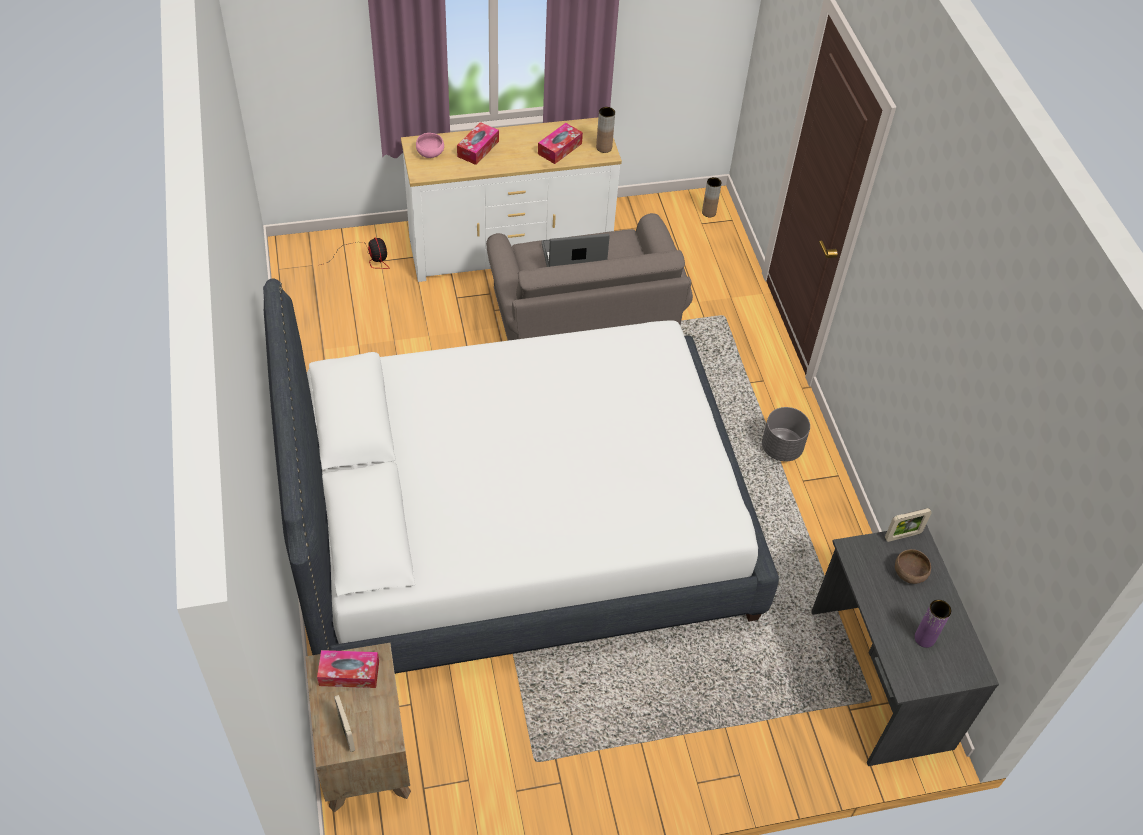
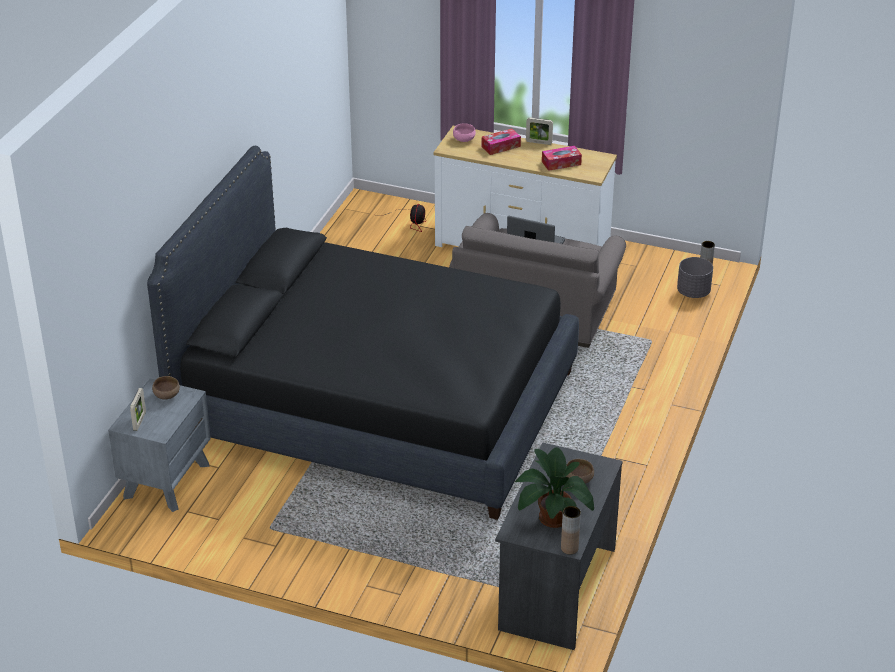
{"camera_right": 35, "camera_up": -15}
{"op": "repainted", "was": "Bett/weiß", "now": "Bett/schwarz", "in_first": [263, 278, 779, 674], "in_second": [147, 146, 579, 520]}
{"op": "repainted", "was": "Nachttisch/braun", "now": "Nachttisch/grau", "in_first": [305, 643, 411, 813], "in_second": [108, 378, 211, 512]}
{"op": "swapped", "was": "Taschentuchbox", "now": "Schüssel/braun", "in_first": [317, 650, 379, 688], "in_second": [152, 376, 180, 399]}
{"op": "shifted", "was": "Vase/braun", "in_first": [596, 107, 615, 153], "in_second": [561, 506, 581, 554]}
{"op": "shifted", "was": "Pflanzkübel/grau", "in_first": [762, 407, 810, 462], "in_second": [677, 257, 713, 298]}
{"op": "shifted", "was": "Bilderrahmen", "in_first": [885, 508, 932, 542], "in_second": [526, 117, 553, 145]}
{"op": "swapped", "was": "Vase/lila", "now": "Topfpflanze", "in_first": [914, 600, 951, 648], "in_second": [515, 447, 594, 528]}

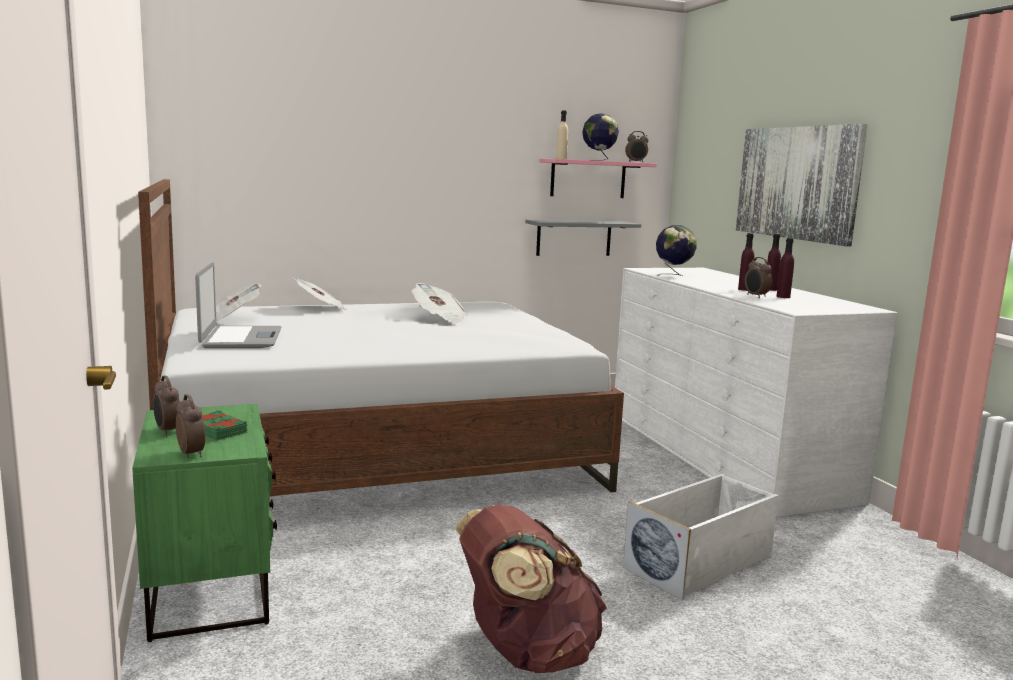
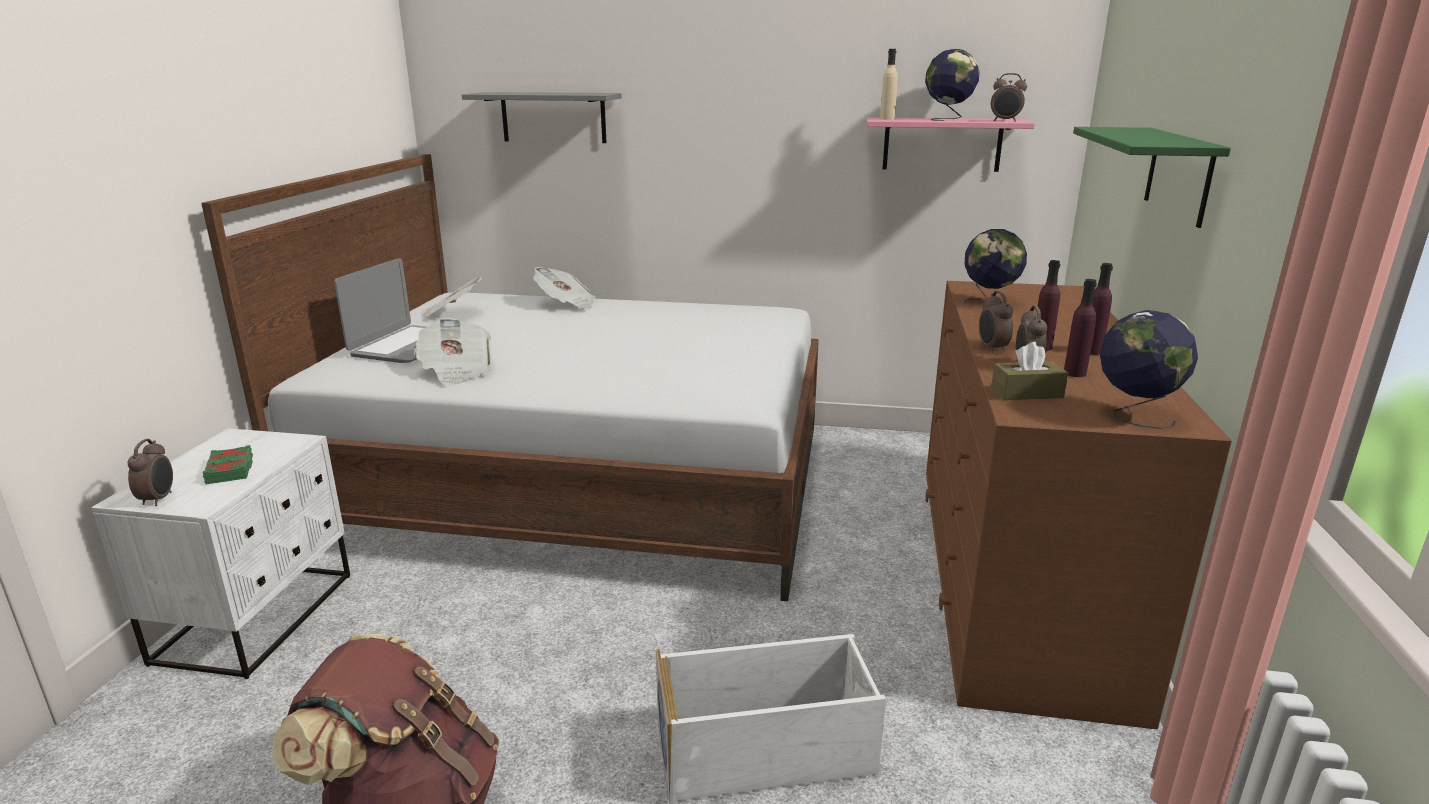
{"camera_right": 30, "camera_up": 10}
{"op": "repainted", "was": "Nachttisch/grün", "now": "Nachttisch/weiß", "in_first": [132, 404, 277, 642], "in_second": [91, 428, 350, 679]}
{"op": "shifted", "was": "Wecker", "in_first": [153, 375, 180, 436], "in_second": [979, 291, 1013, 353]}
{"op": "shifted", "was": "Zeitung", "in_first": [412, 283, 468, 323], "in_second": [414, 317, 492, 386]}
{"op": "shifted", "was": "Wandregal/grau", "in_first": [525, 220, 641, 256], "in_second": [462, 92, 622, 143]}
{"op": "repainted", "was": "Kommode/weiß", "now": "Kommode/braun", "in_first": [615, 268, 897, 517], "in_second": [925, 281, 1232, 729]}
{"op": "swapped", "was": "Bild", "now": "Wandregal/grün", "in_first": [736, 124, 868, 246], "in_second": [1073, 127, 1231, 228]}
{"op": "new", "now": "Taschentuchbox/braun", "in_second": [991, 342, 1068, 400]}
{"op": "new", "now": "Globus", "in_second": [1100, 310, 1198, 429]}

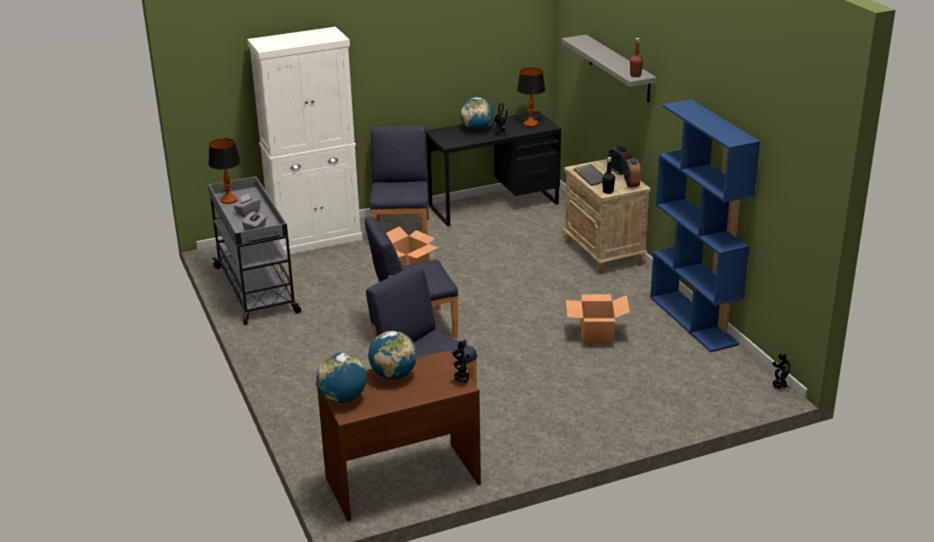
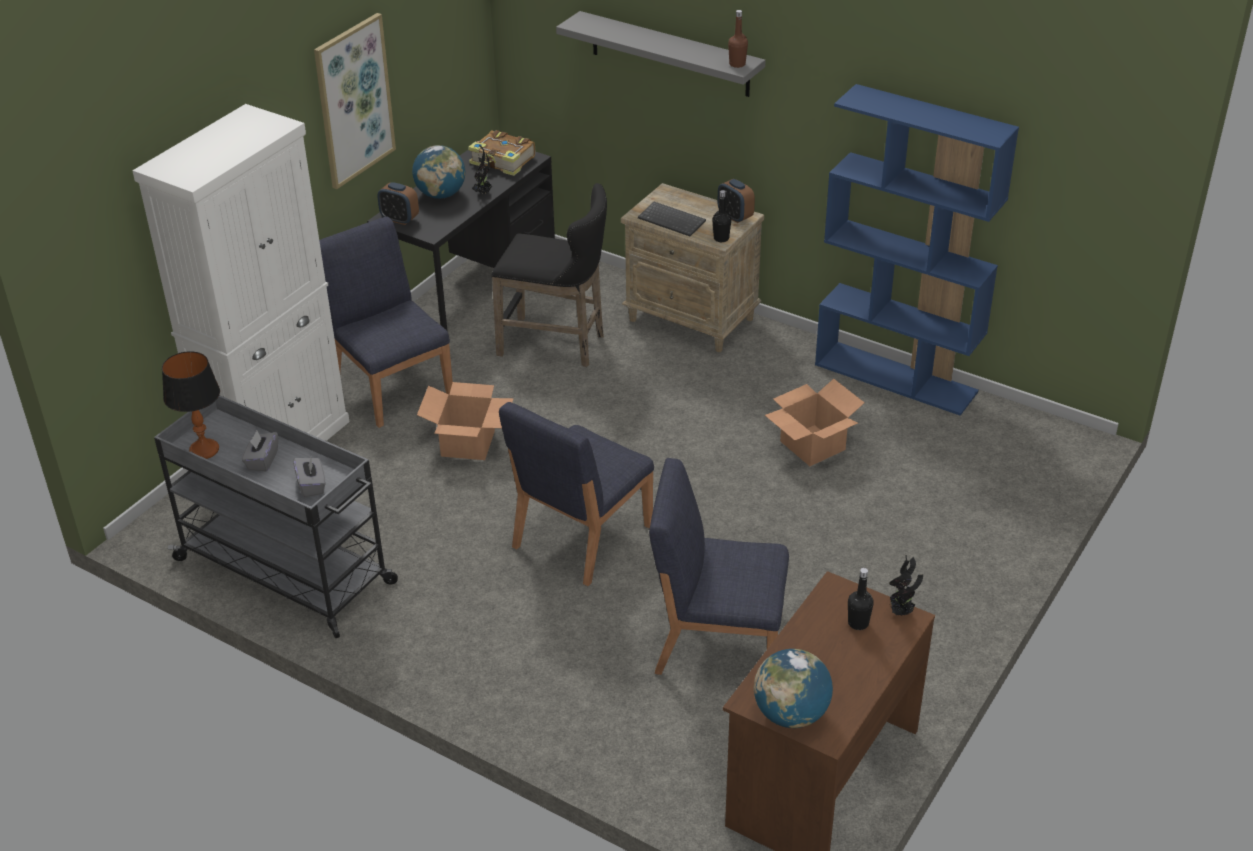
{"camera_right": -35, "camera_up": 10}
{"op": "gone", "was": "Globus", "in_first": [368, 331, 417, 379]}
{"op": "swapped", "was": "Tischlampe", "now": "Buch", "in_first": [517, 68, 546, 127], "in_second": [468, 130, 535, 176]}
{"op": "shifted", "was": "Wecker", "in_first": [608, 146, 632, 175], "in_second": [377, 182, 419, 225]}
{"op": "gone", "was": "Topfpflanze", "in_first": [772, 354, 791, 389]}
{"op": "new", "now": "Bild", "in_second": [314, 13, 396, 189]}
{"op": "new", "now": "Hocker/schwarz", "in_second": [491, 183, 607, 367]}
{"op": "new", "now": "Flasche/schwarz", "in_second": [848, 568, 874, 630]}

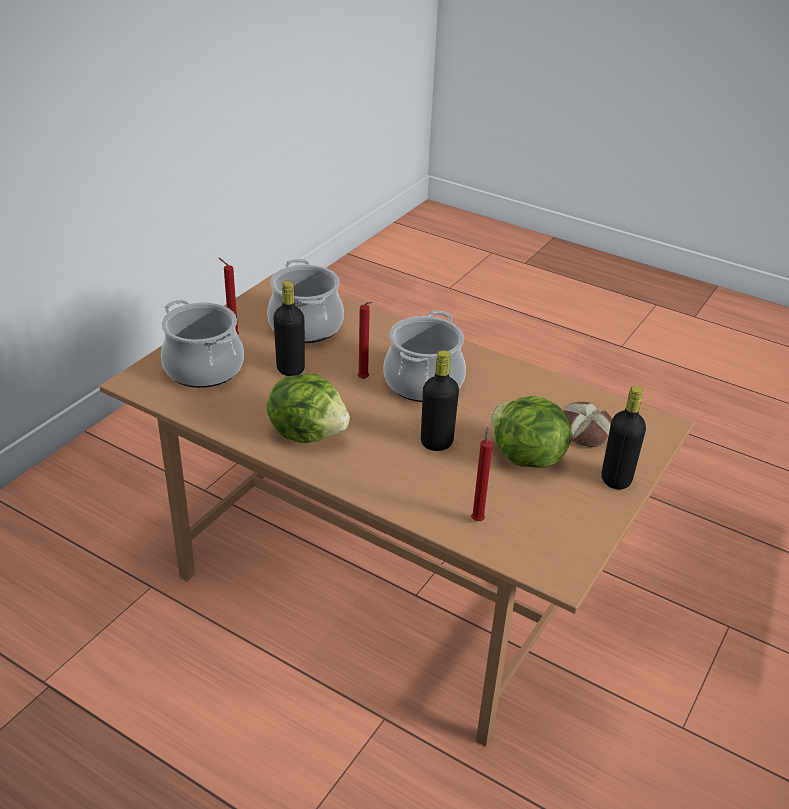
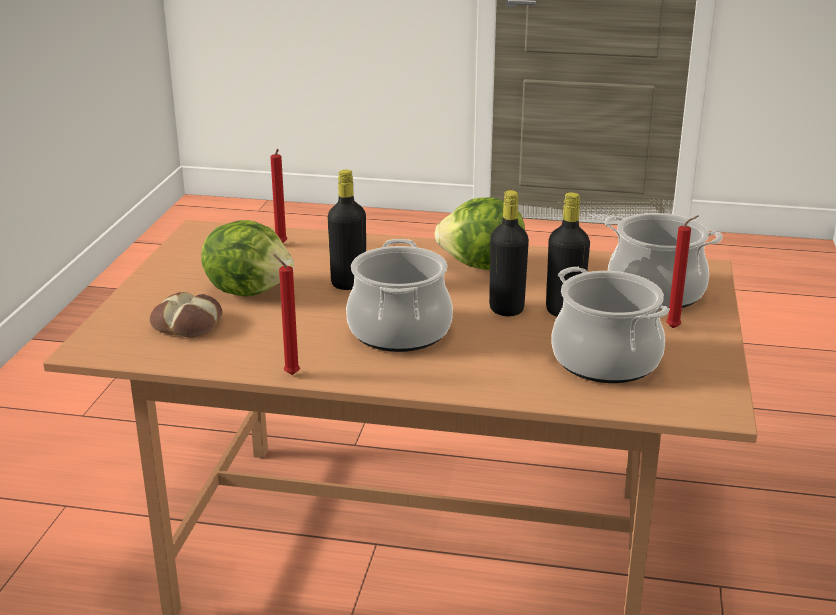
{"camera_right": 160, "camera_up": -10}
{"op": "shifted", "was": "Kerze/rot", "in_first": [358, 302, 372, 379], "in_second": [273, 253, 300, 375]}
{"op": "shifted", "was": "Flasche/schwarz", "in_first": [602, 386, 646, 490], "in_second": [489, 190, 529, 316]}

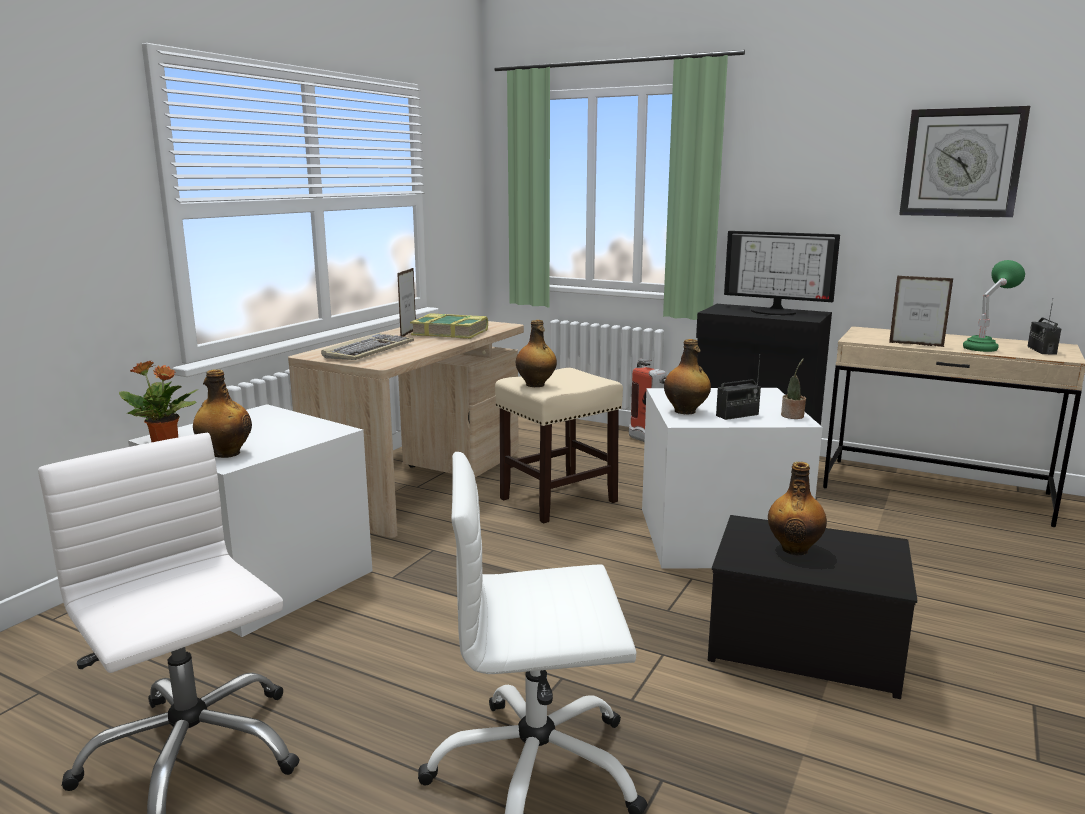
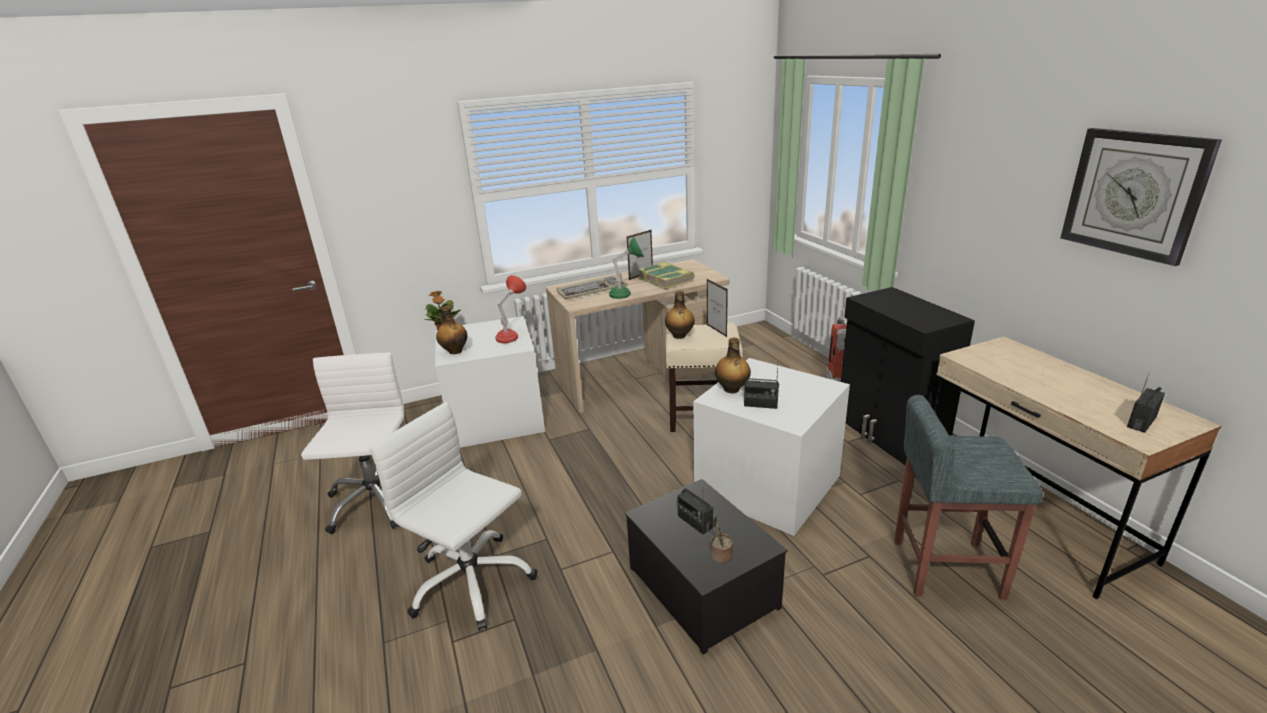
{"camera_right": 40, "camera_up": 10}
{"op": "gone", "was": "Monitor", "in_first": [724, 231, 840, 315]}
{"op": "swapped", "was": "Flasche", "now": "Radio", "in_first": [768, 462, 827, 556], "in_second": [677, 488, 713, 534]}
{"op": "shifted", "was": "Topfpflanze", "in_first": [781, 359, 806, 419], "in_second": [711, 516, 733, 563]}
{"op": "shifted", "was": "Bilderrahmen", "in_first": [889, 276, 954, 347], "in_second": [707, 279, 728, 337]}
{"op": "shifted", "was": "Tischlampe/grün", "in_first": [963, 260, 1025, 352], "in_second": [609, 237, 643, 299]}
{"op": "new", "now": "Tischlampe/rot", "in_second": [495, 275, 526, 343]}
{"op": "new", "now": "Hocker/grau", "in_second": [894, 395, 1043, 600]}

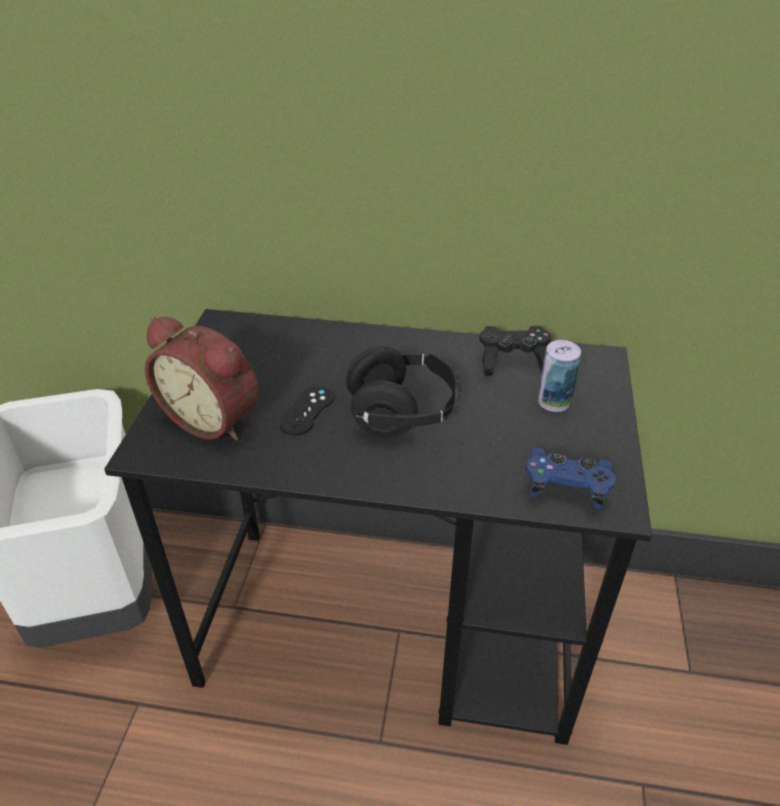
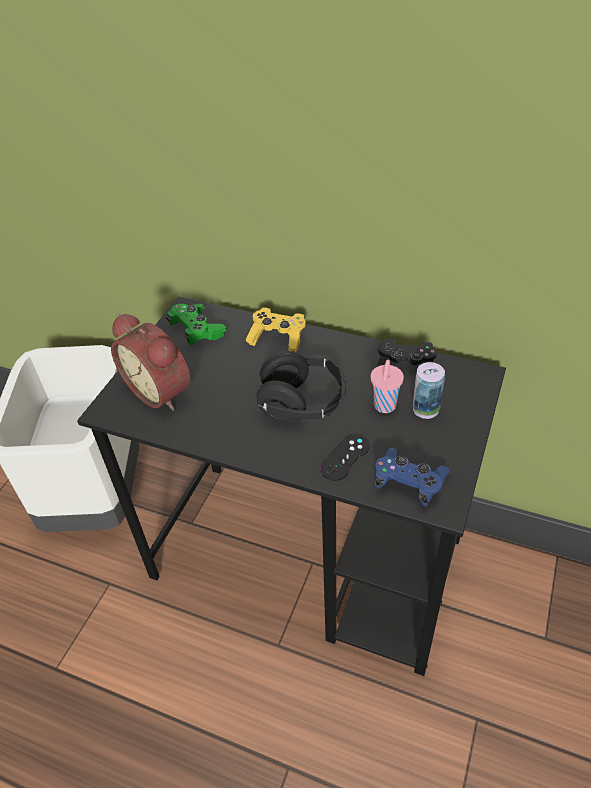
{"camera_right": 15, "camera_up": 5}
{"op": "shifted", "was": "Gamepad/schwarz", "in_first": [279, 386, 334, 436], "in_second": [320, 434, 370, 481]}
{"op": "new", "now": "Gamepad/grün", "in_second": [166, 304, 227, 345]}
{"op": "new", "now": "Gamepad/gelb", "in_second": [245, 308, 306, 352]}
{"op": "new", "now": "Tasse/rosa", "in_second": [371, 360, 404, 413]}

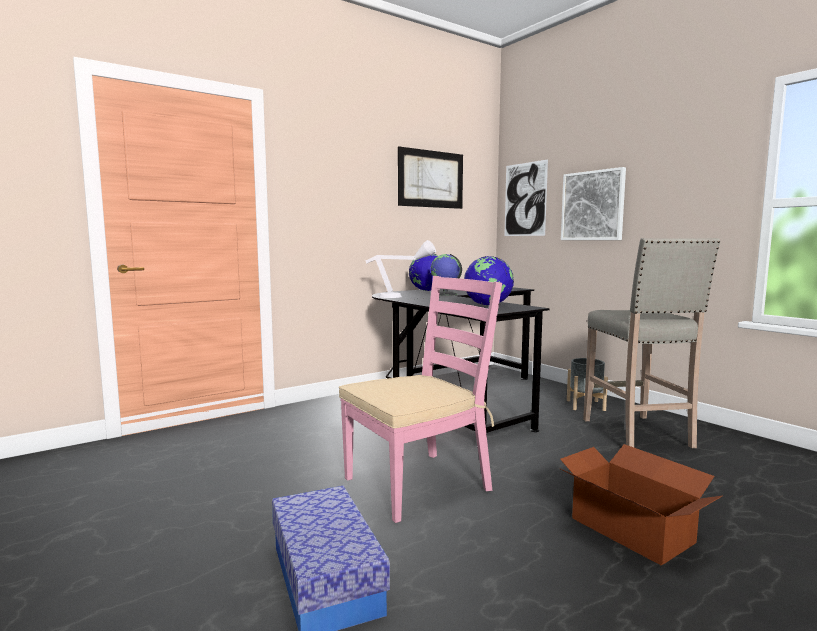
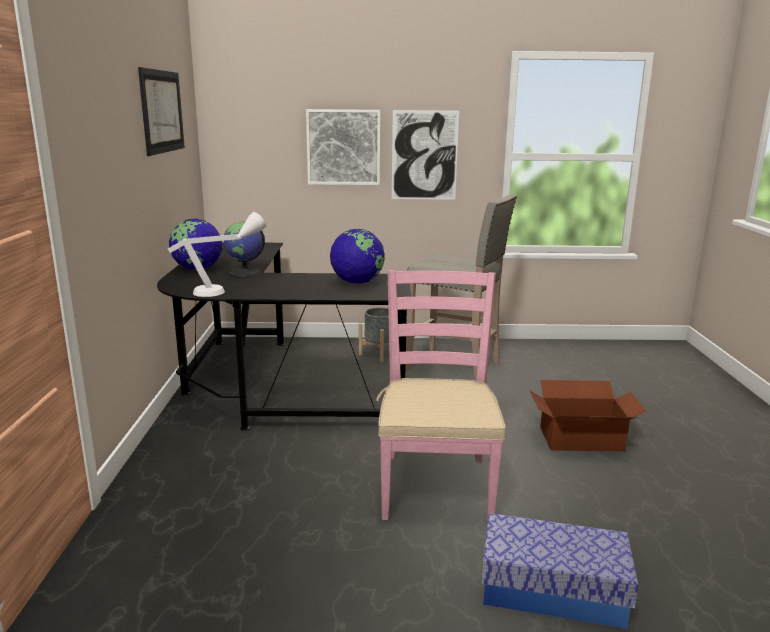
{"camera_right": -55, "camera_up": 10}
{"op": "shifted", "was": "Bild", "in_first": [504, 159, 548, 236], "in_second": [392, 110, 459, 200]}

